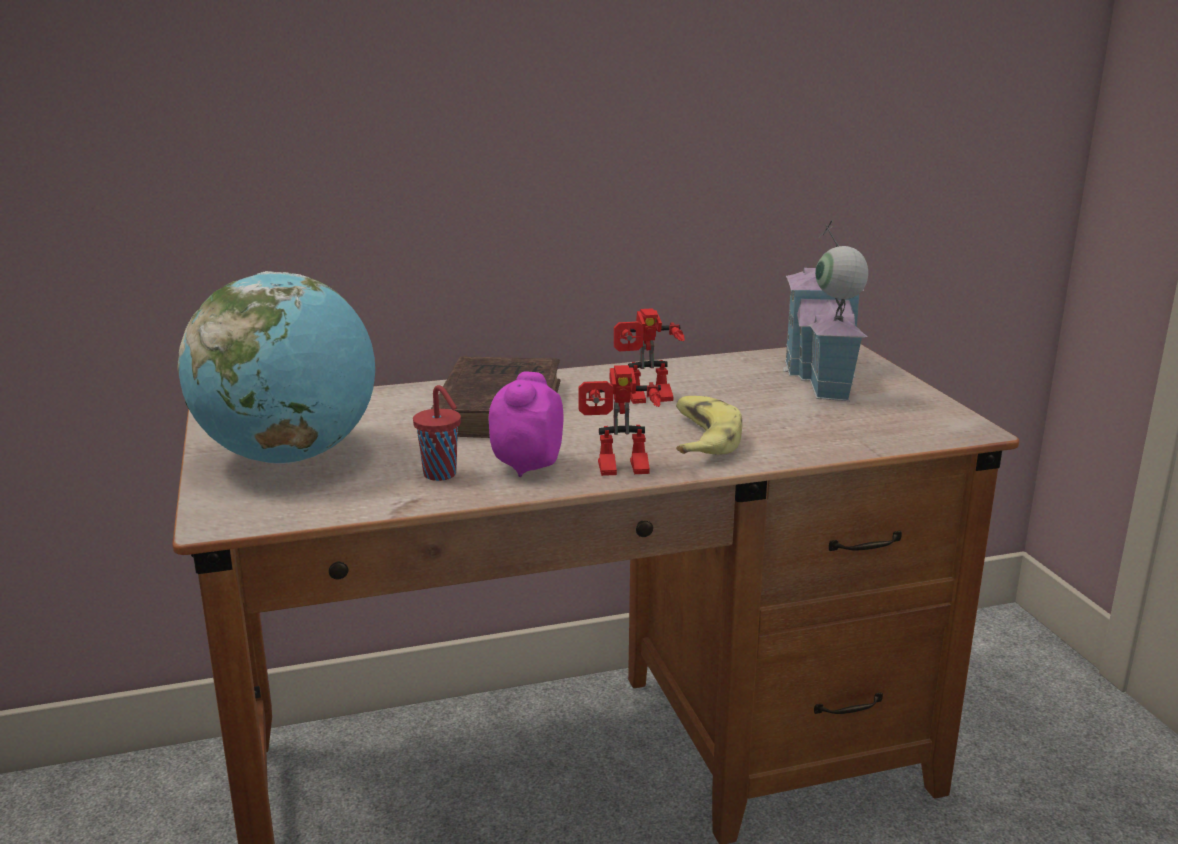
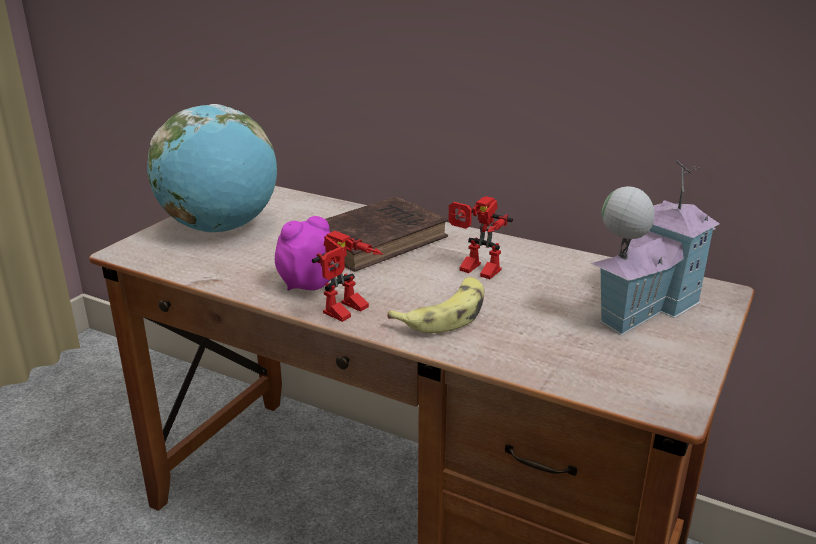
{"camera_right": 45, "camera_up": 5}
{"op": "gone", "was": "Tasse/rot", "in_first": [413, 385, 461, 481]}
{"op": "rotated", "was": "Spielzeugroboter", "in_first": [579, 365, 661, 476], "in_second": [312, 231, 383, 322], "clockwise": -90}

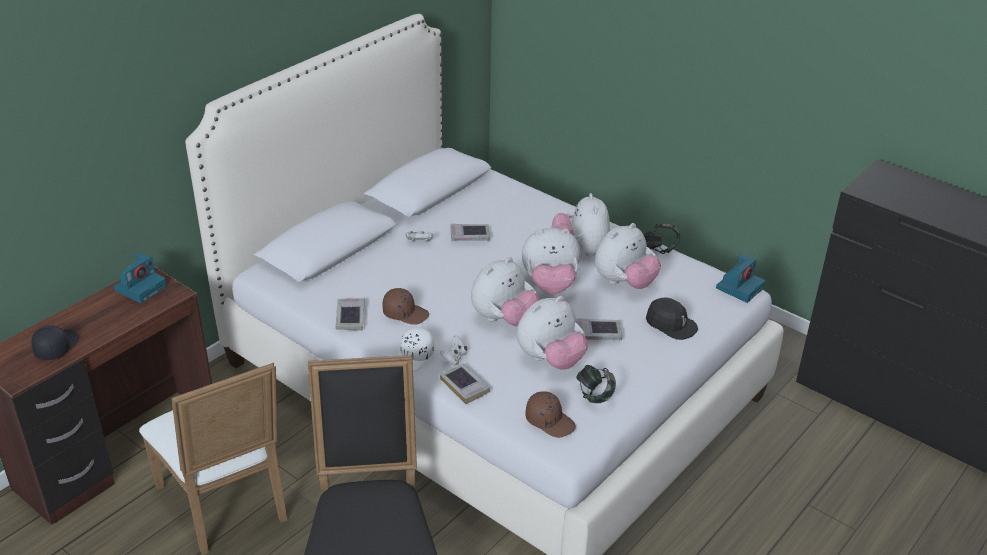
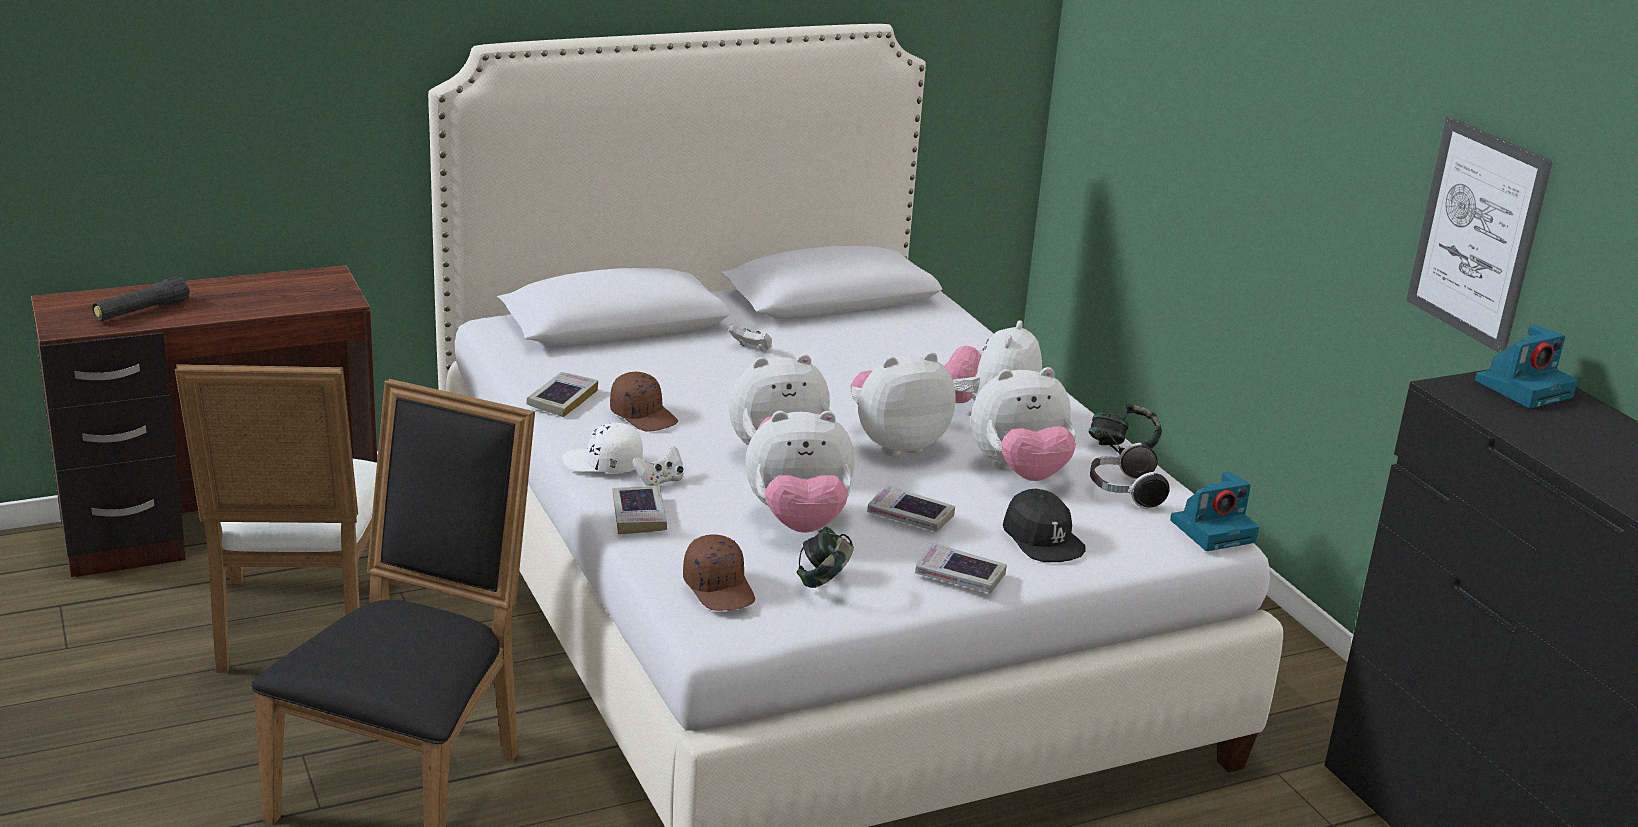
{"camera_right": 25, "camera_up": -10}
{"op": "swapped", "was": "Kappe/schwarz", "now": "Taschenlampe/schwarz", "in_first": [31, 326, 79, 360], "in_second": [92, 276, 190, 321]}
{"op": "shifted", "was": "Kamera", "in_first": [114, 252, 167, 303], "in_second": [1475, 325, 1578, 408]}
{"op": "rotated", "was": "Kappe/weiß", "in_first": [396, 327, 434, 372], "in_second": [562, 423, 643, 473], "clockwise": 45}
{"op": "shifted", "was": "Buch", "in_first": [450, 224, 490, 241], "in_second": [915, 542, 1007, 593]}
{"op": "rotated", "was": "Plüschtier", "in_first": [522, 228, 580, 294], "in_second": [851, 352, 956, 456], "clockwise": 135}
{"op": "new", "now": "Kopfhörer", "in_second": [1090, 443, 1170, 509]}
{"op": "new", "now": "Bild", "in_second": [1406, 117, 1553, 353]}

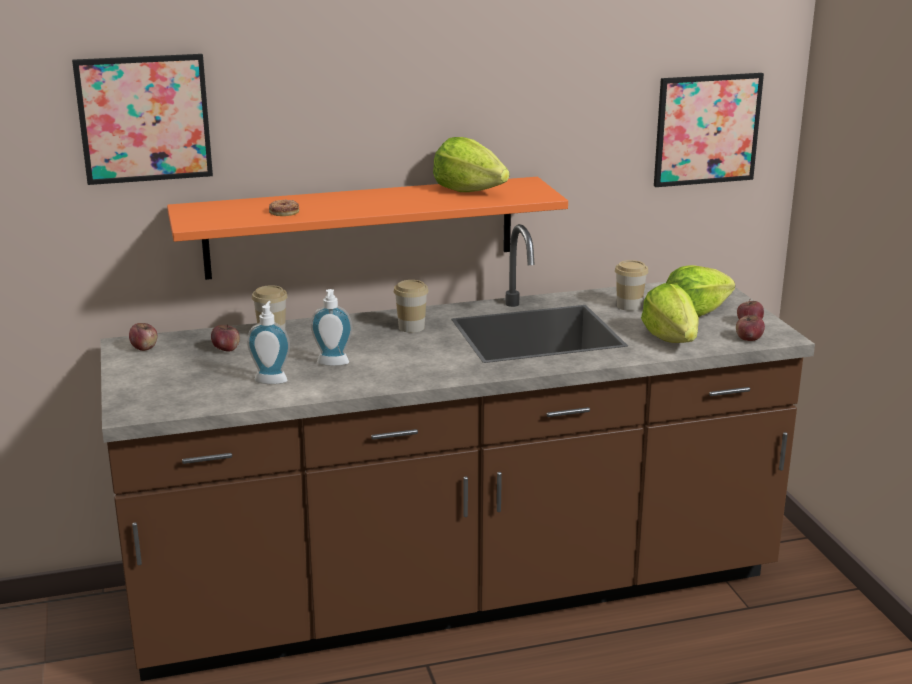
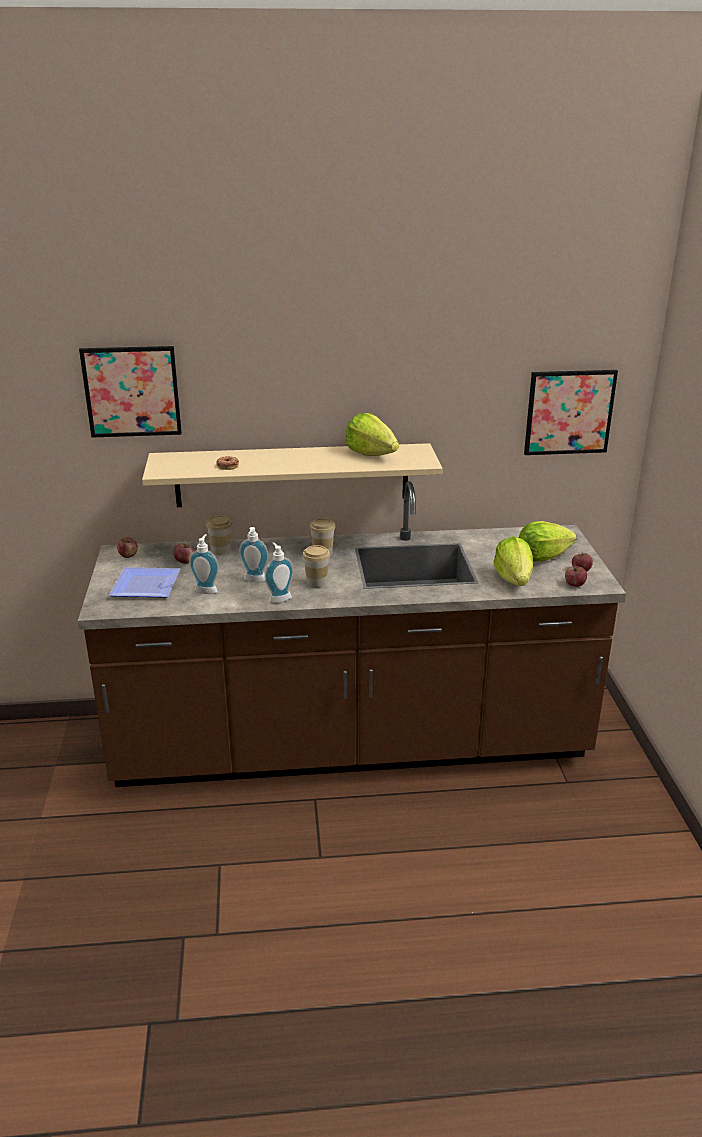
{"camera_right": 10, "camera_up": 5}
{"op": "repainted", "was": "Wandregal/orange", "now": "Wandregal/beige", "in_first": [167, 177, 568, 280], "in_second": [142, 443, 443, 507]}
{"op": "shifted", "was": "Tasse", "in_first": [615, 260, 648, 311], "in_second": [302, 545, 330, 587]}
{"op": "new", "now": "Teller", "in_second": [109, 567, 180, 598]}
{"op": "new", "now": "Seifenspender", "in_second": [265, 542, 294, 603]}

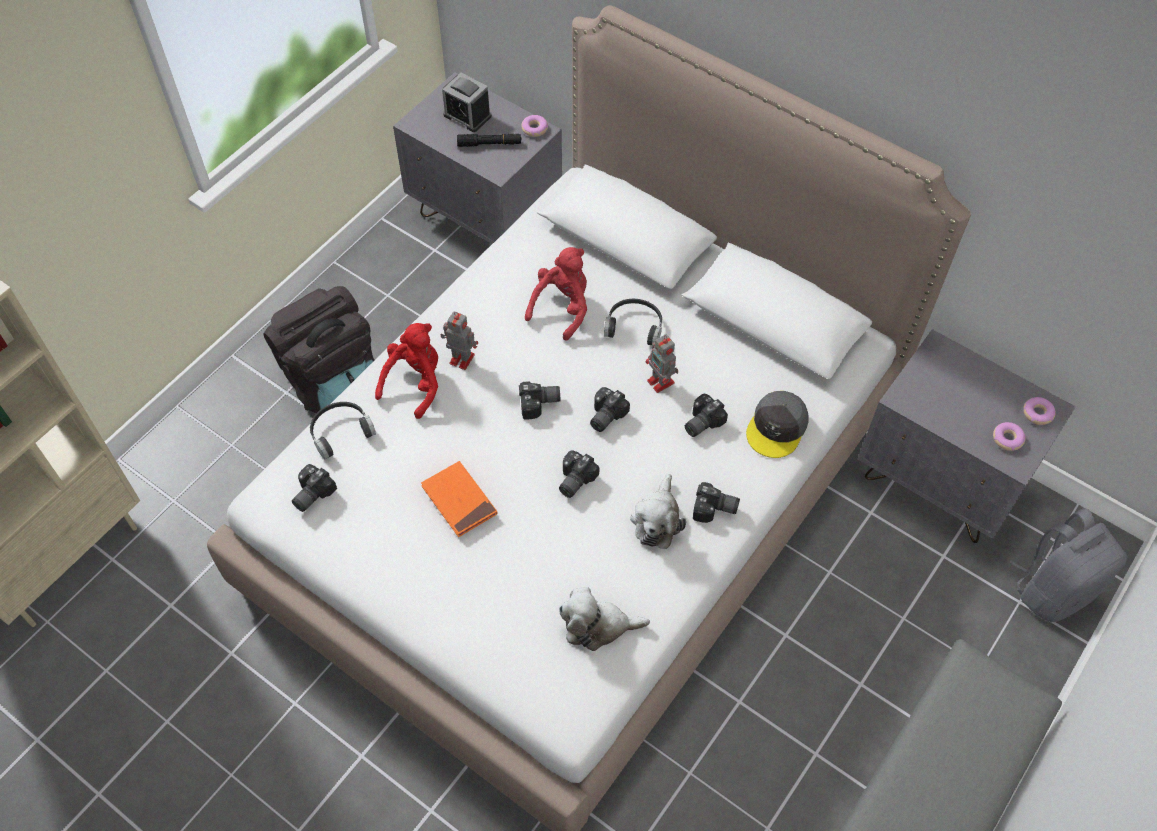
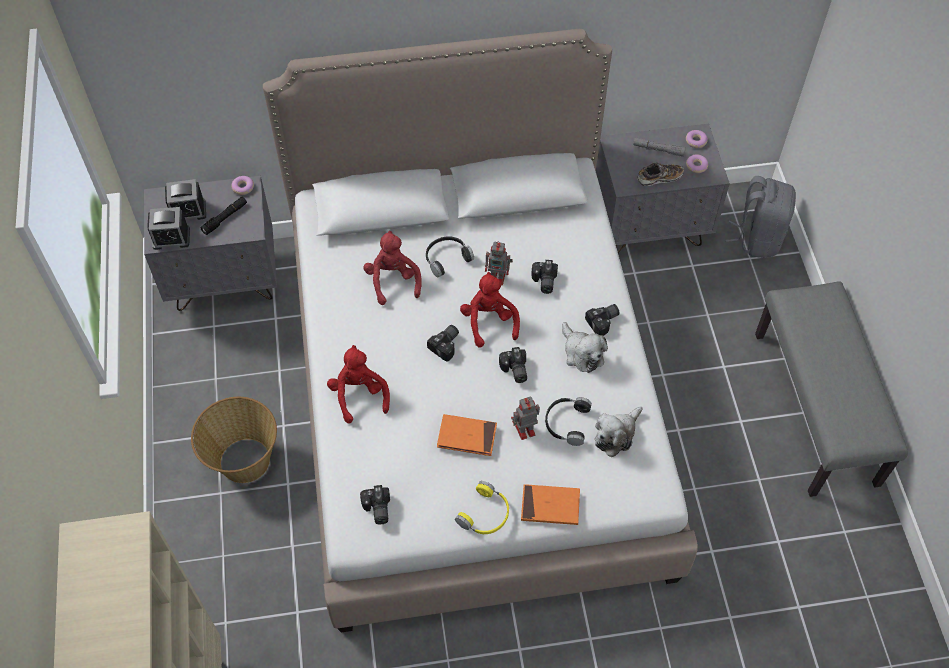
{"camera_right": -45, "camera_up": 0}
{"op": "swapped", "was": "Rucksack/schwarz", "now": "Korb", "in_first": [264, 286, 375, 413], "in_second": [191, 397, 277, 483]}
{"op": "shifted", "was": "Kopfhörer/schwarz", "in_first": [310, 402, 376, 459], "in_second": [545, 397, 592, 446]}
{"op": "shifted", "was": "Spielzeugroboter", "in_first": [440, 311, 478, 370], "in_second": [511, 396, 540, 440]}
{"op": "swapped", "was": "Kamera", "now": "Plüschtier/rot", "in_first": [590, 387, 630, 432], "in_second": [460, 272, 520, 348]}
{"op": "gone", "was": "Kappe/grau", "in_first": [746, 391, 808, 458]}
{"op": "new", "now": "Wecker", "in_second": [147, 207, 190, 250]}
{"op": "new", "now": "Kopfhörer/gelb", "in_second": [455, 481, 509, 534]}
{"op": "new", "now": "Buch/orange", "in_second": [521, 484, 580, 525]}
{"op": "new", "now": "Taschenlampe/grau", "in_second": [633, 138, 686, 157]}
{"op": "new", "now": "Schuh", "in_second": [637, 162, 684, 186]}

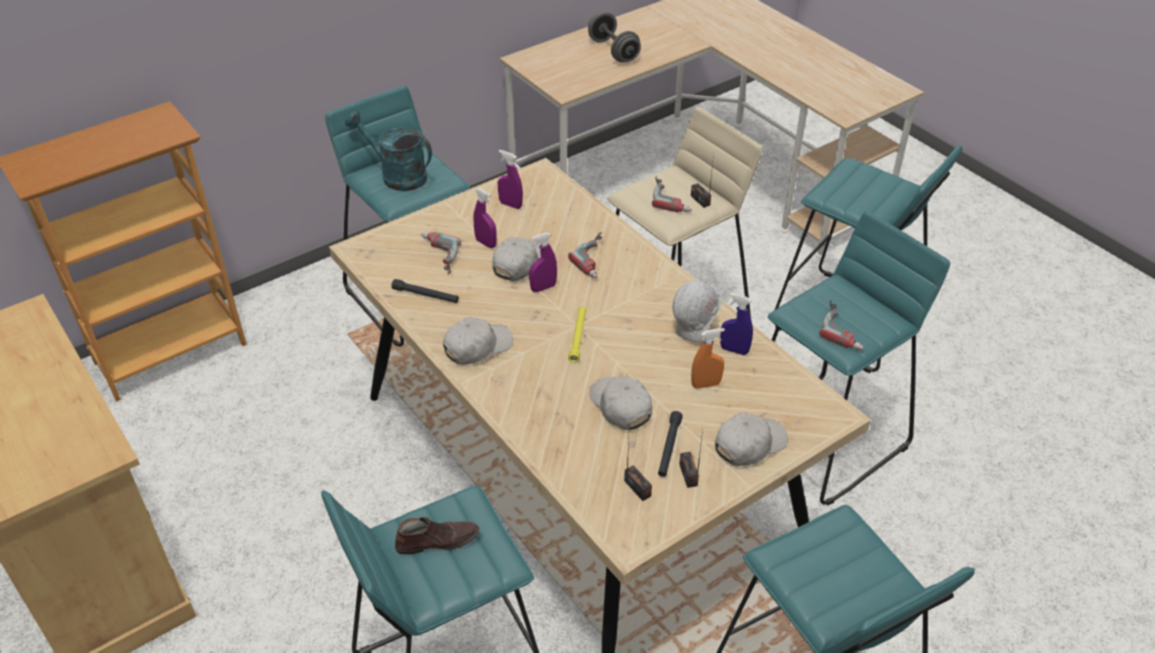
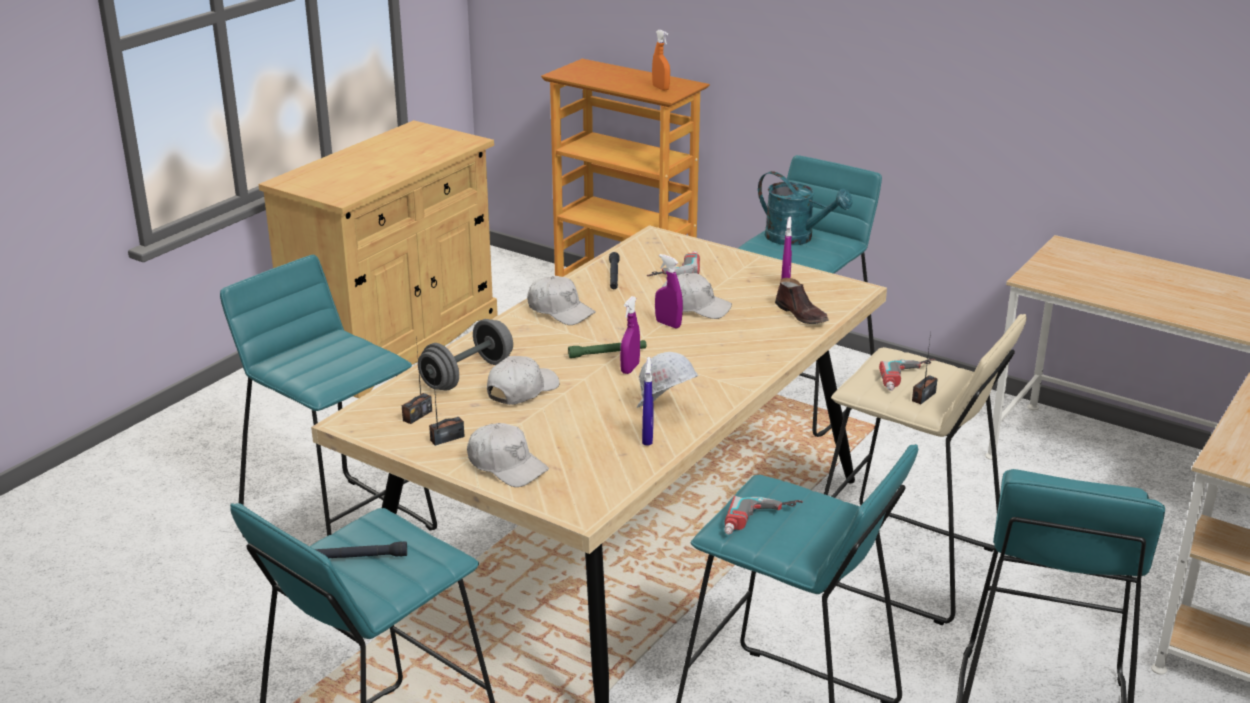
{"camera_right": 70, "camera_up": -15}
{"op": "rotated", "was": "Gießkanne/türkis", "in_first": [345, 111, 432, 191], "in_second": [758, 171, 853, 245], "clockwise": 120}
{"op": "shifted", "was": "Schuh/braun", "in_first": [395, 517, 479, 555], "in_second": [775, 278, 829, 324]}
{"op": "shifted", "was": "Sprühflasche/lila", "in_first": [473, 188, 497, 248], "in_second": [620, 296, 640, 374]}
{"op": "gone", "was": "Bohrmaschine", "in_first": [568, 232, 602, 278]}
{"op": "repainted", "was": "Taschenlampe/gelb", "now": "Taschenlampe/grün", "in_first": [568, 307, 586, 363], "in_second": [568, 340, 647, 358]}
{"op": "shifted", "was": "Hantel/grau", "in_first": [588, 12, 641, 62], "in_second": [418, 319, 513, 391]}
{"op": "shifted", "was": "Taschenlampe/schwarz", "in_first": [658, 411, 683, 477], "in_second": [315, 541, 407, 558]}
{"op": "shifted", "was": "Sprühflasche/orange", "in_first": [691, 328, 725, 389], "in_second": [652, 30, 670, 90]}

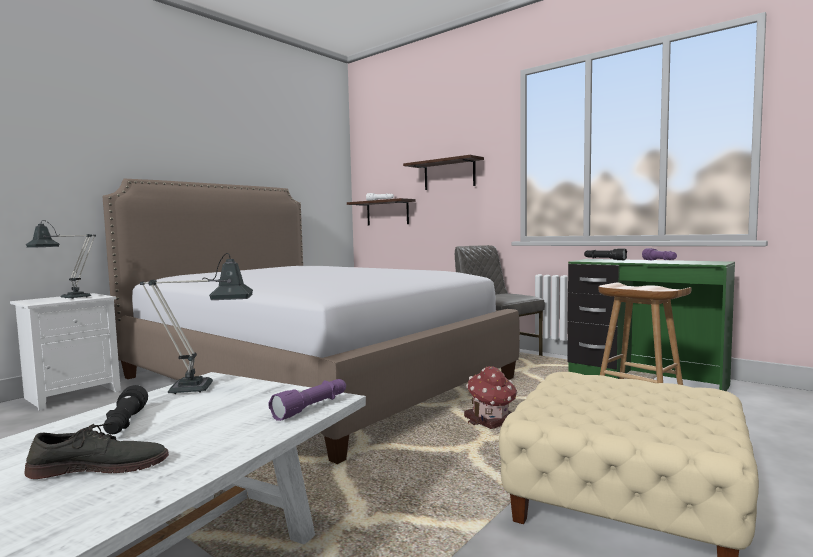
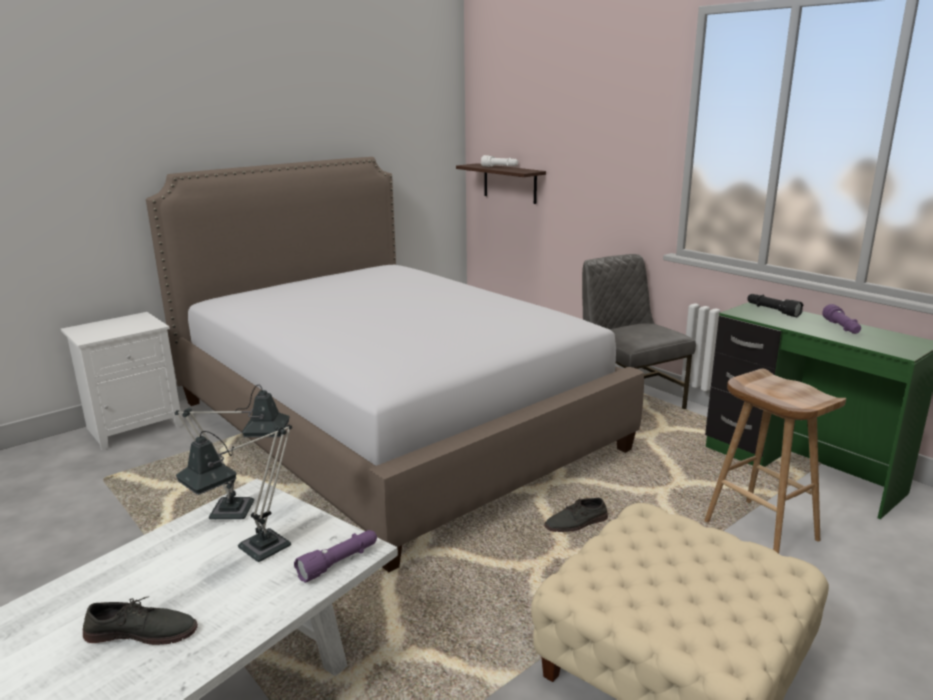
{"camera_right": 10, "camera_up": 15}
{"op": "shifted", "was": "Tischlampe", "in_first": [26, 220, 96, 299], "in_second": [176, 424, 292, 562]}
{"op": "gone", "was": "Taschenlampe/schwarz", "in_first": [103, 385, 148, 434]}
{"op": "gone", "was": "Wandregal", "in_first": [403, 155, 484, 190]}
{"op": "swapped", "was": "Spielzeughaus", "now": "Schuh/grau", "in_first": [464, 366, 517, 429], "in_second": [544, 498, 608, 532]}

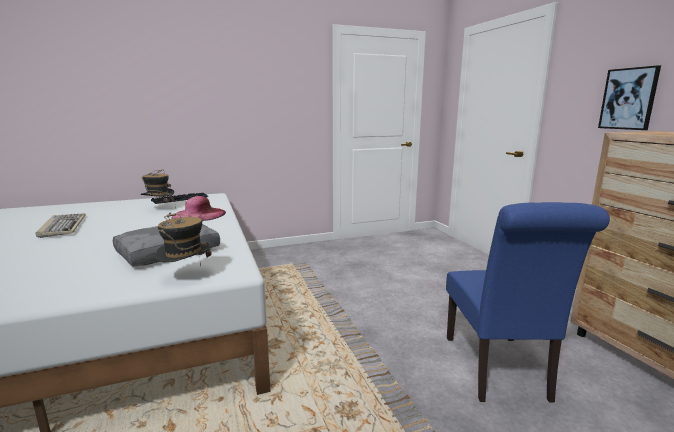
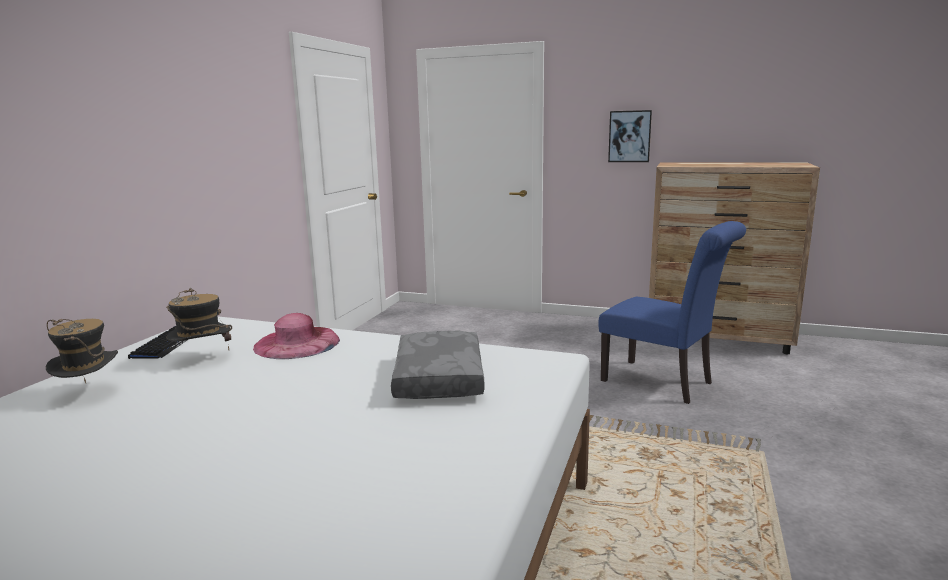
{"camera_right": -50, "camera_up": 0}
{"op": "gone", "was": "Tastatur", "in_first": [36, 214, 86, 238]}
{"op": "shifted", "was": "Hut", "in_first": [156, 212, 212, 266], "in_second": [46, 319, 118, 383]}

